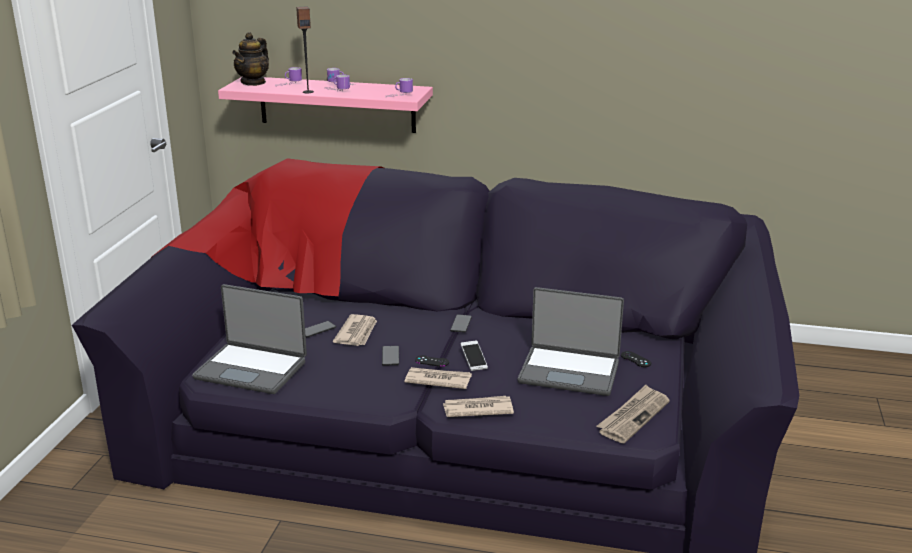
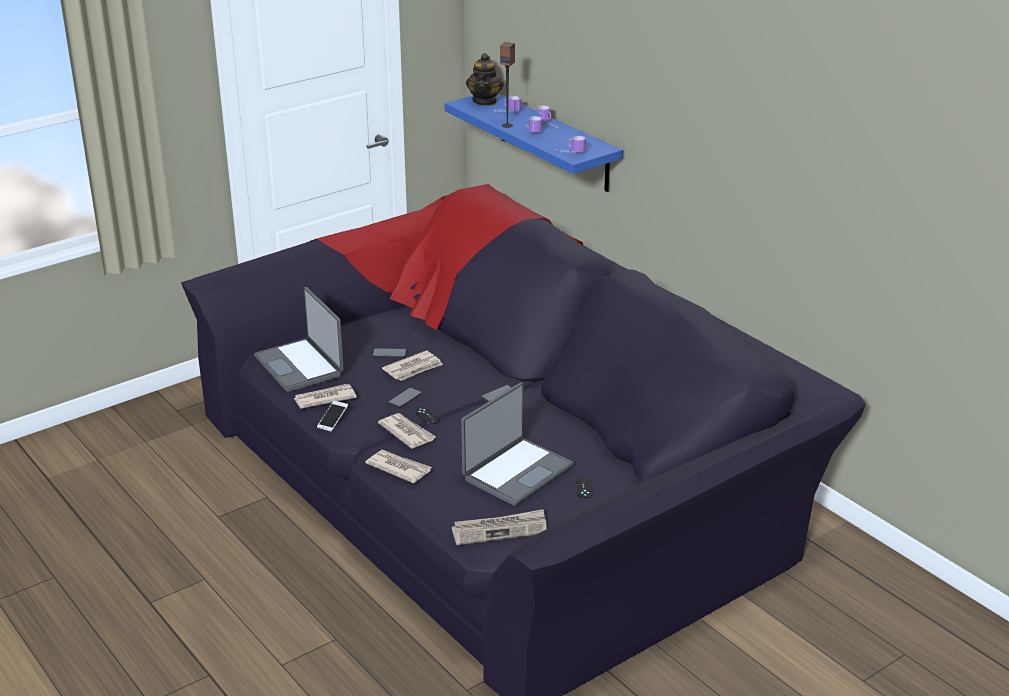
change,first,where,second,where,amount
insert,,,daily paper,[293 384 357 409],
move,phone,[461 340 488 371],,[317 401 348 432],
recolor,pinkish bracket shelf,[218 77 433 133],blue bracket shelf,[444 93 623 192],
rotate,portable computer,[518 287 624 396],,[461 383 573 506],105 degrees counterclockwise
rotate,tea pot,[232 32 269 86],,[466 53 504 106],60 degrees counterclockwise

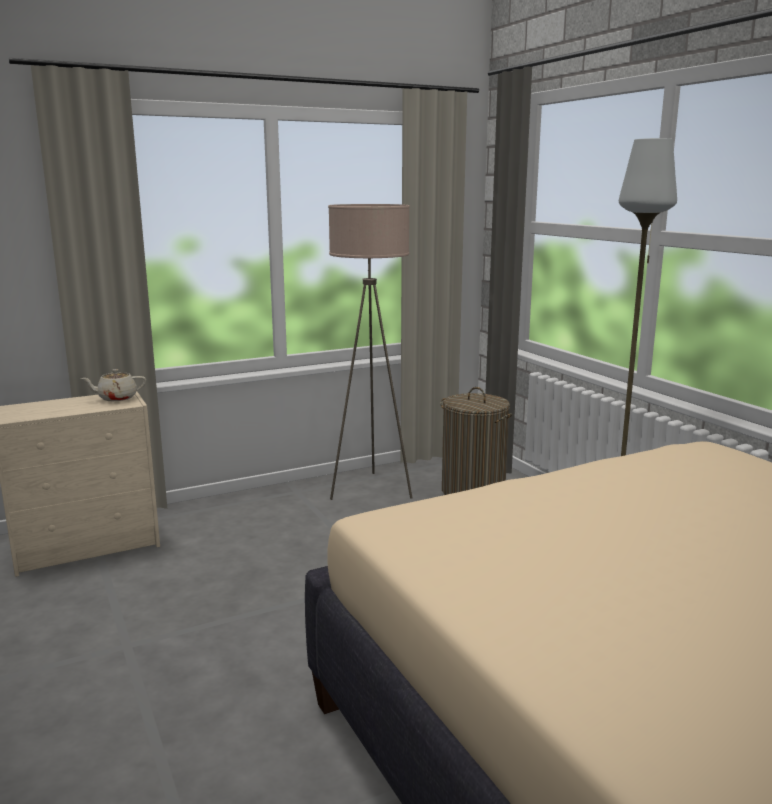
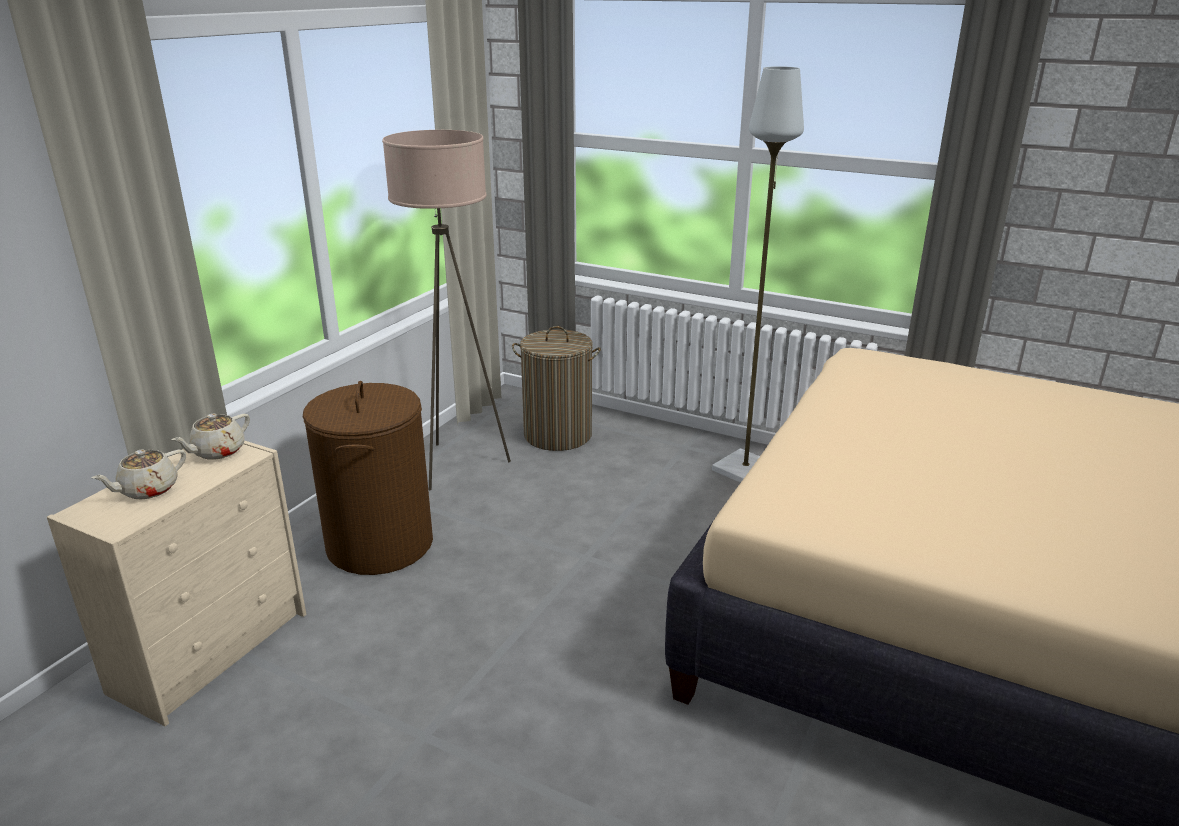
change,first,where,second,where,amount
insert,,,beige tea pot,[92 450 186 500],
insert,,,brownish washing basket,[303 381 433 575],

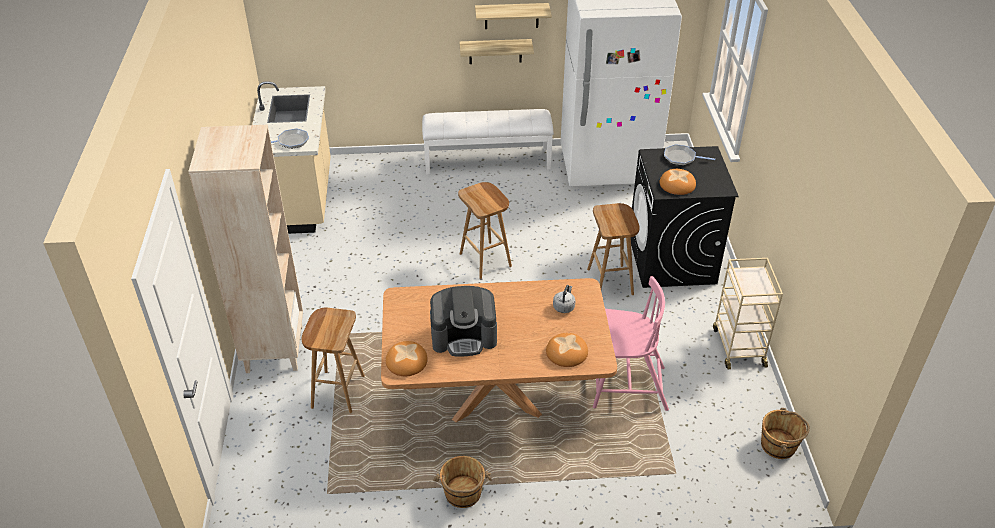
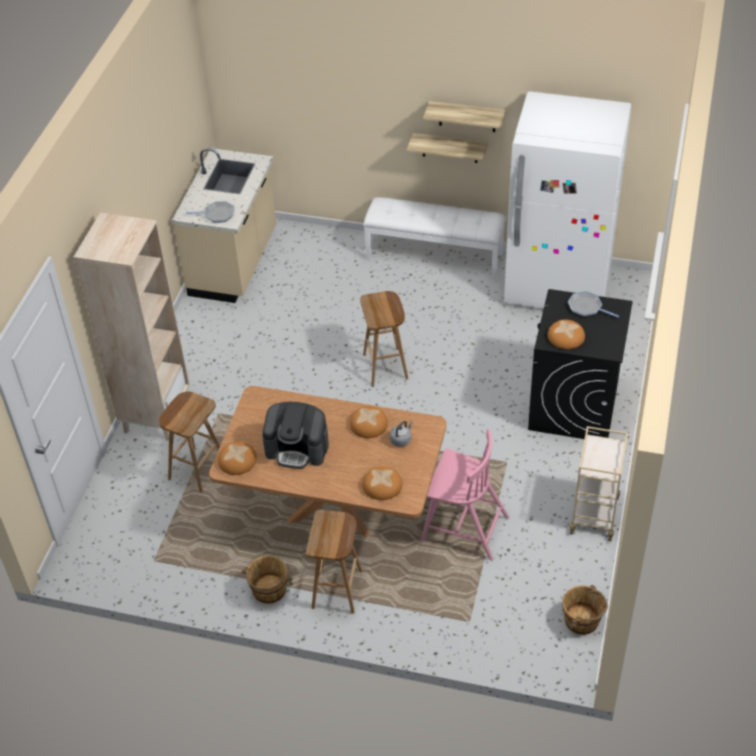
change,first,where,second,where,amount
move,brownish stool,[587 203 640 295],,[305 510 363 614],
insert,,,baked bread,[350 406 388 438],

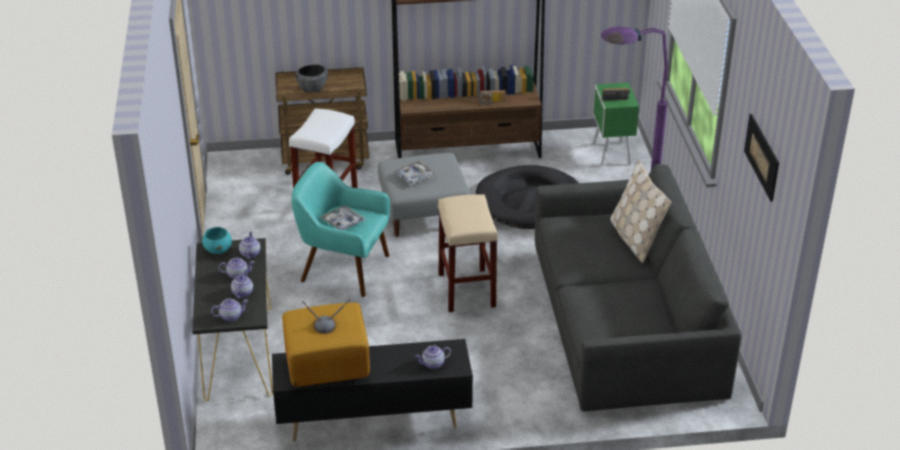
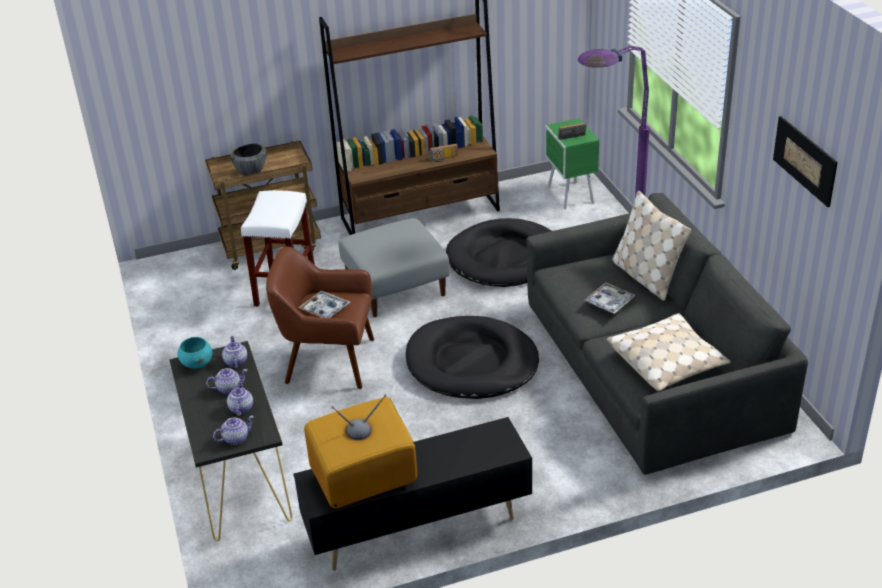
change,first,where,second,where,amount
recolor,turquoise-coloured armchair,[291 162 390 297],brownish armchair,[266 247 374 389],
replace,beige stool,[438 194 498 312],black-coloured pet bed,[406 316 539 399],
move,serving tray,[394 161 436 185],,[584 282 635 314],
insert,,,beige pillow,[607 313 731 391],
delete,tea pot,[415 345 451 369],,,

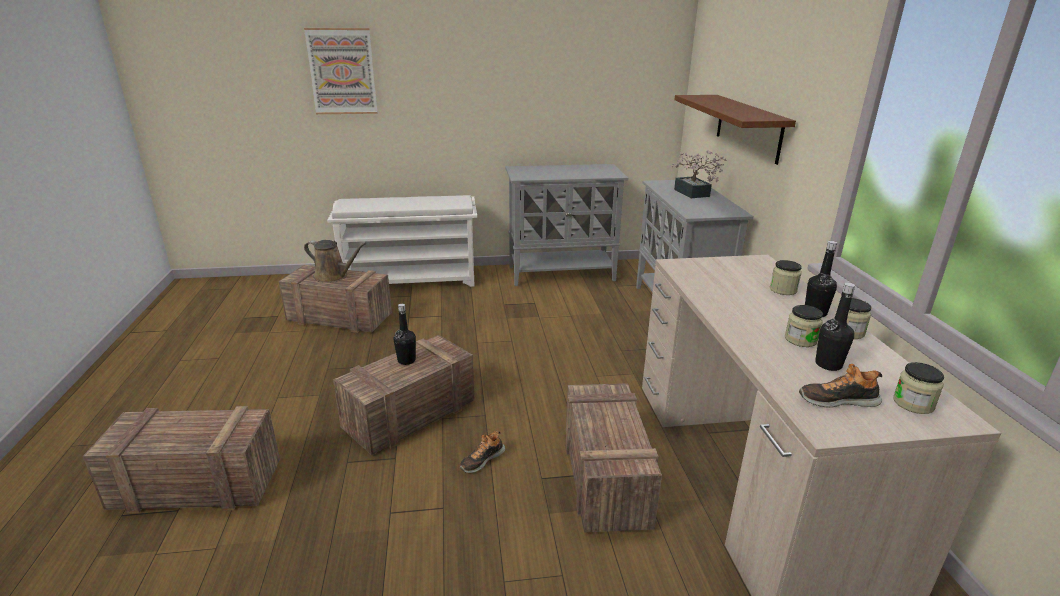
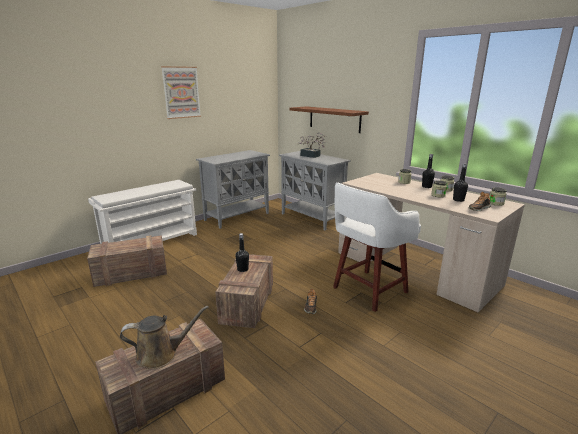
change,first,where,second,where,amount
move,brownish sprinkling can,[304 240 366 283],,[120 306 209 369],
move,wall art,[304 28 378 114],,[161 66 201 119],
replace,crate,[565 383 662 533],white stool,[333 182 421 312],

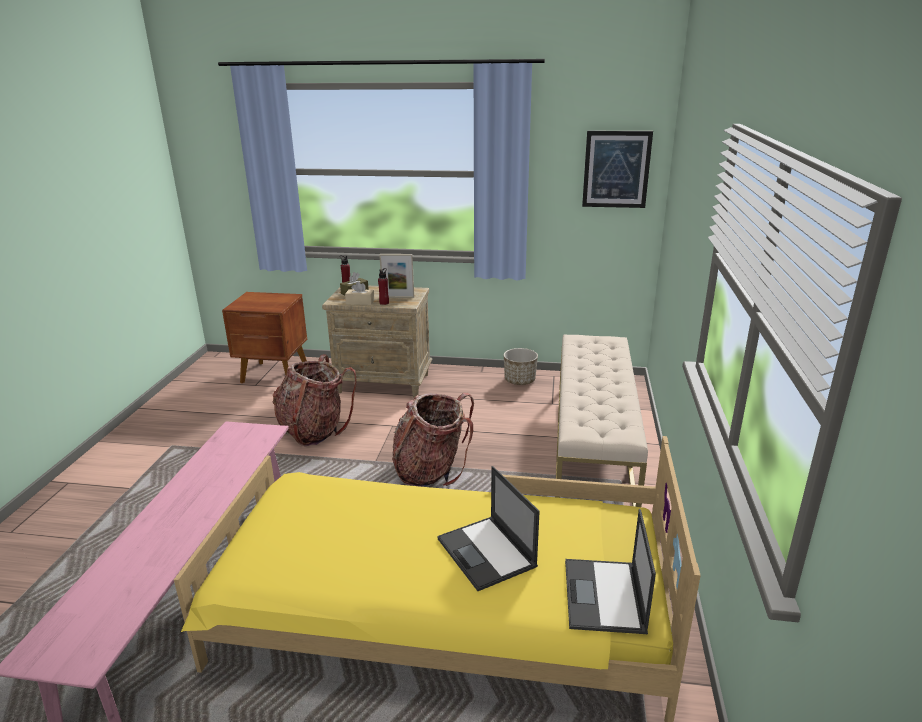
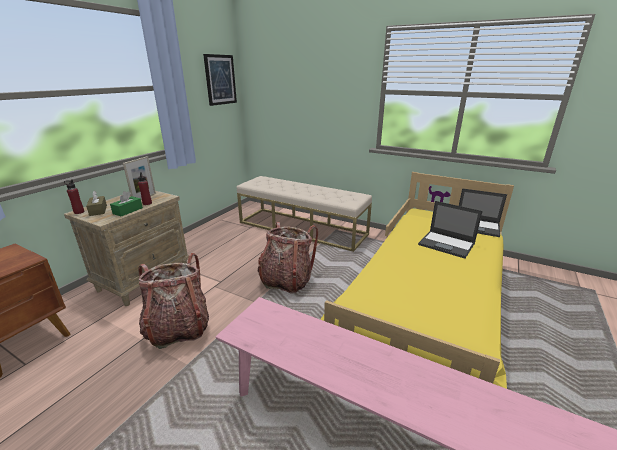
change,first,where,second,where,amount
recolor,beige tissue holder,[345 281 375 305],green-coloured tissue holder,[110 191 143 217],
rotate,portable computer,[437 466 540 591],,[418 201 483 259],45 degrees clockwise
delete,flower pot,[504 348 538 385],,,

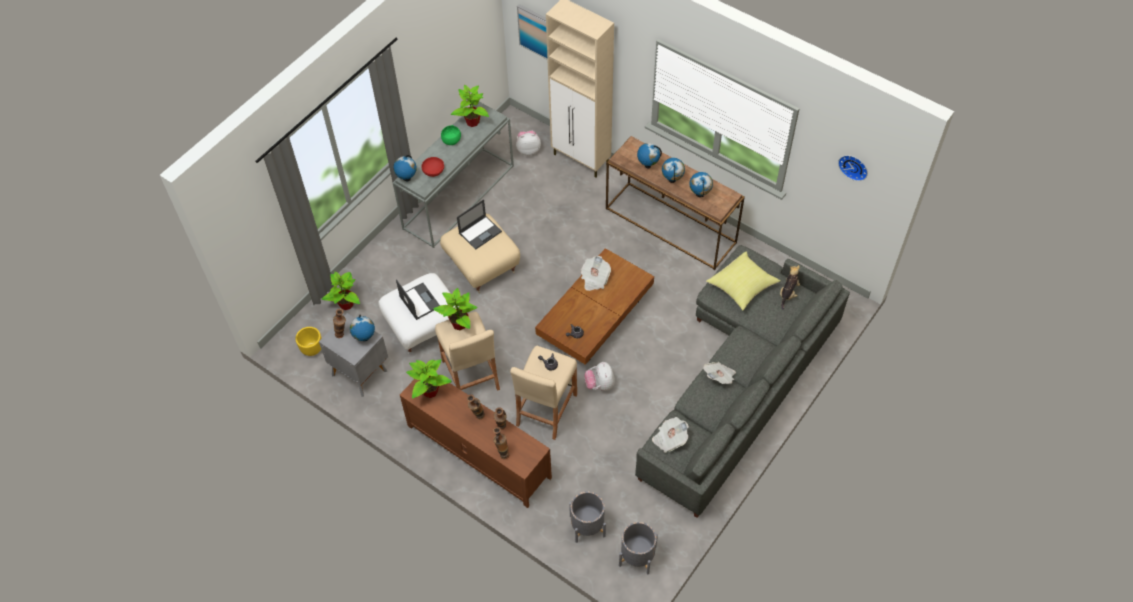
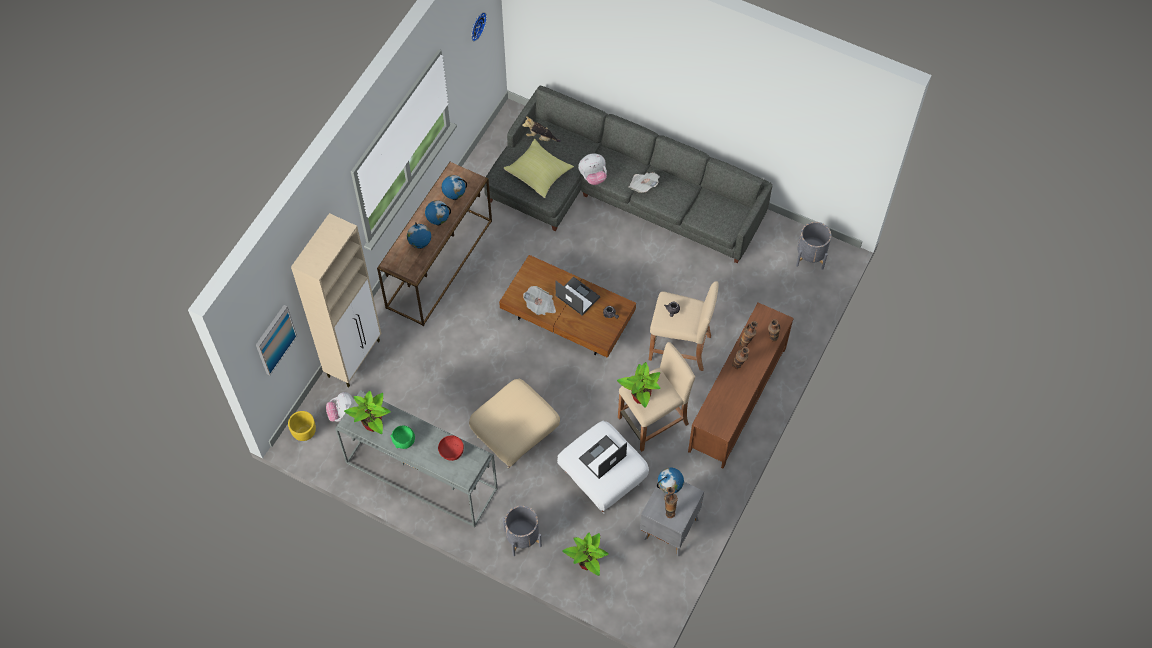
change,first,where,second,where,amount
move,yellowish flower pot,[295 327 322 356],,[288 411 316 441],
move,gray flower pot,[569 491 606 543],,[503 506 542 556],
move,portable computer,[457 199 502 250],,[555 277 601 315],
move,plush toy,[584 362 615 391],,[578 154 607 185],
delete,world globe,[393 155 417 181],,,
delete,plant in a pot,[406 359 452 398],,,
delete,daily paper,[652 417 689 453],,,

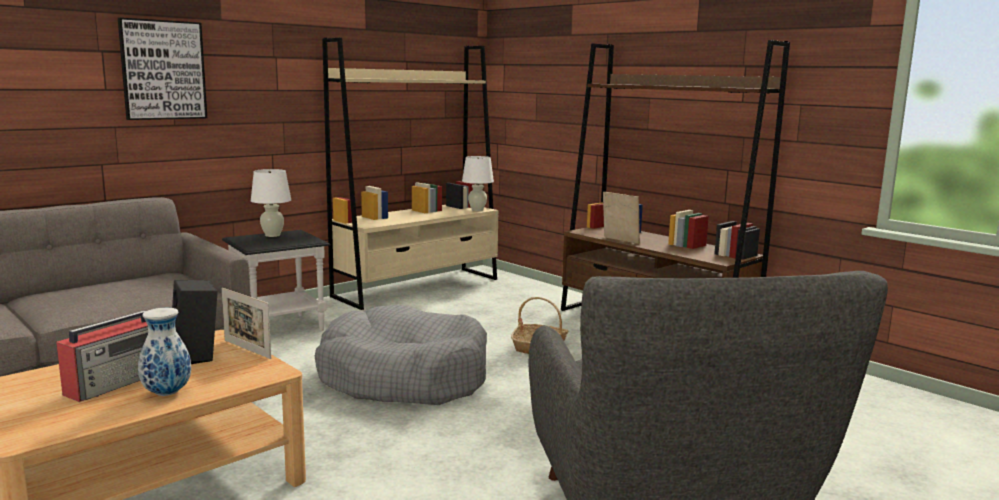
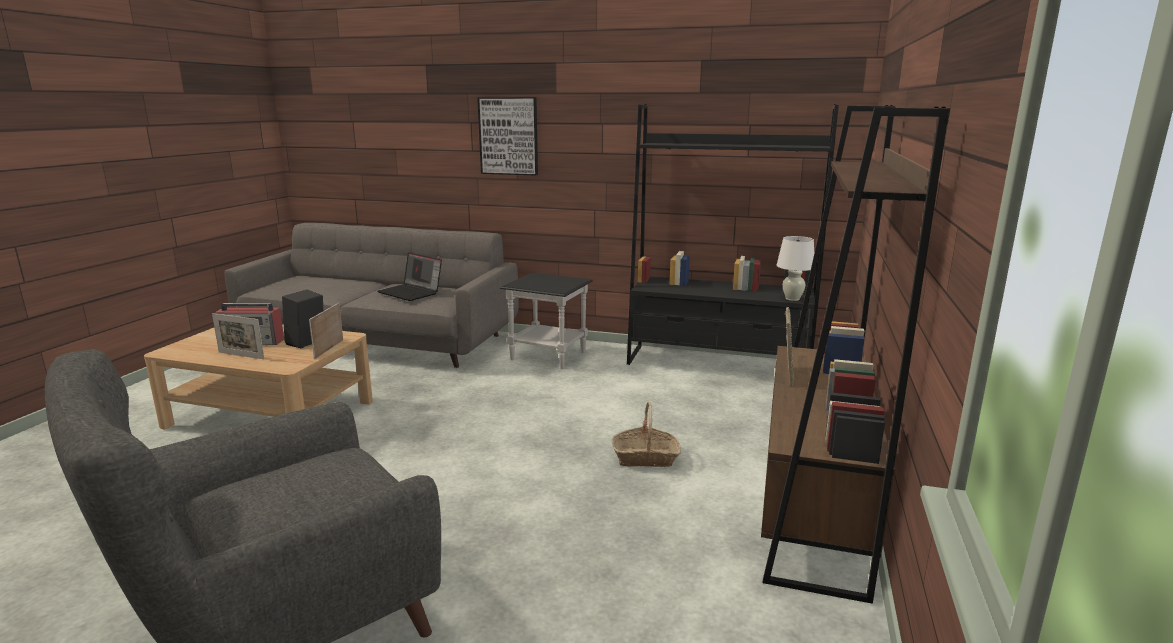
change,first,where,second,where,amount
replace,flower vase,[138 308 191 396],standing frame,[212 313 264 359],
insert,,,portable computer,[377 252 442 301],
recolor,beige bookcase,[322 38 499 310],black-coloured bookcase,[627 104 839 365],
delete,white tabletop lamp,[251 169 291 237],,,
delete,gray pet bed,[315 305 487 405],,,

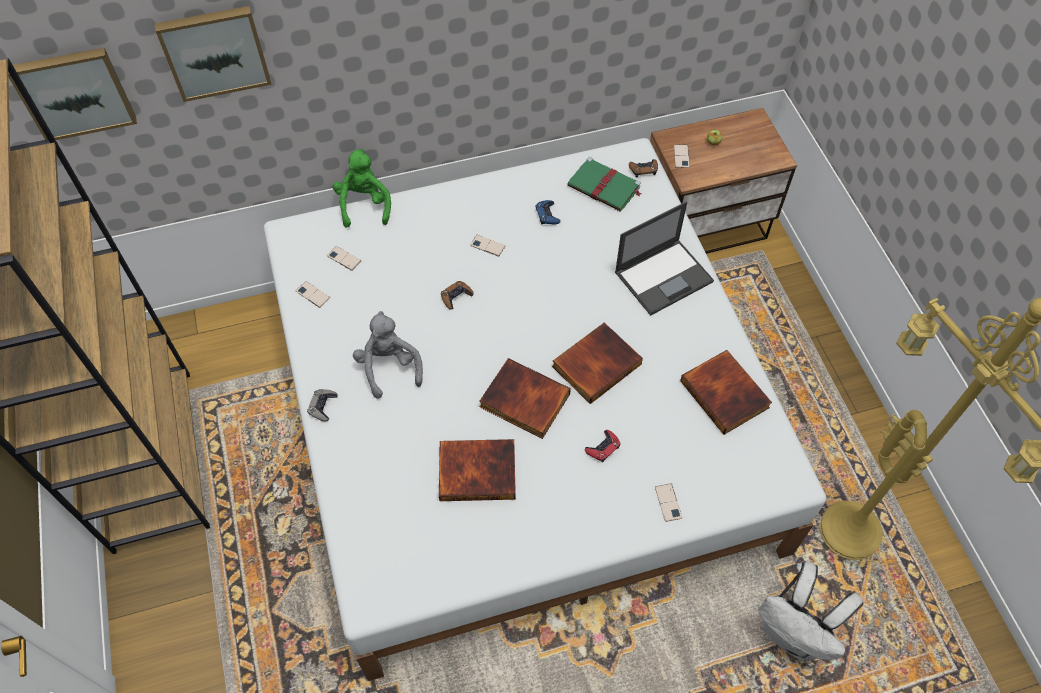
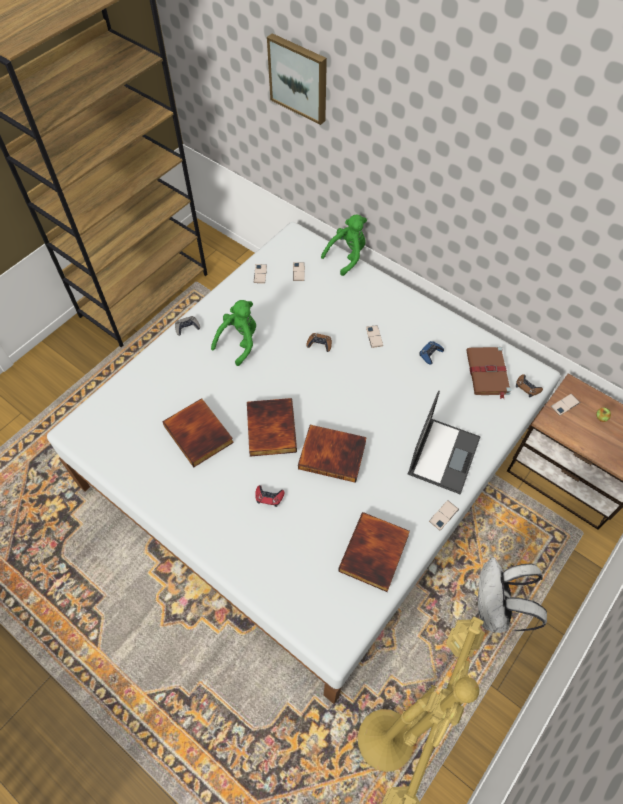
change,first,where,second,where,amount
recolor,gray plush toy,[353 311 423 399],green-coloured plush toy,[211 300 256 366],
rotate,portable computer,[615 201 714 316],,[408 391 481 495],90 degrees counterclockwise
move,phone,[655 483 682 522],,[429 501 459 530],
recolor,green-coloured volume,[567 157 641 212],brownish volume,[466 347 511 399],
move,white rucksack,[759 561 863 661],,[478 557 547 633],
delete,wall art,[8 48 137 140],,,

